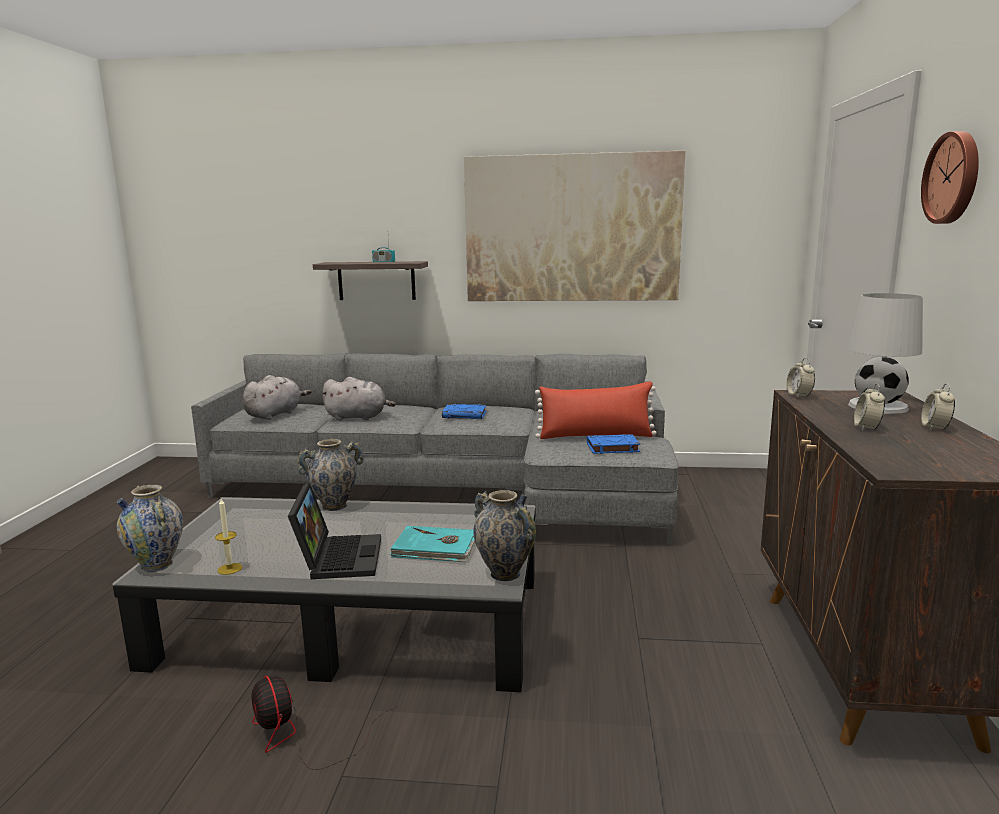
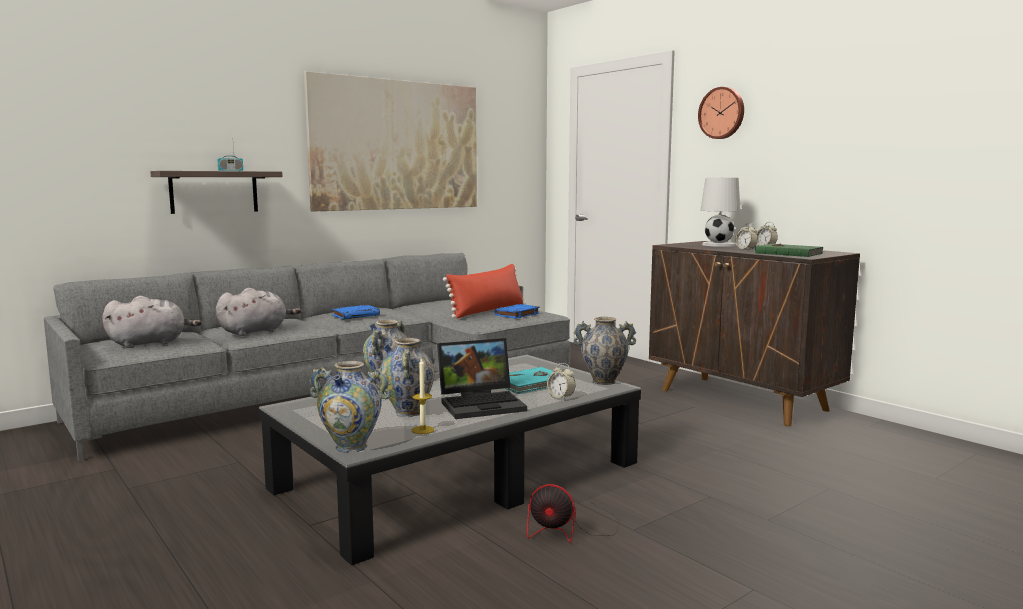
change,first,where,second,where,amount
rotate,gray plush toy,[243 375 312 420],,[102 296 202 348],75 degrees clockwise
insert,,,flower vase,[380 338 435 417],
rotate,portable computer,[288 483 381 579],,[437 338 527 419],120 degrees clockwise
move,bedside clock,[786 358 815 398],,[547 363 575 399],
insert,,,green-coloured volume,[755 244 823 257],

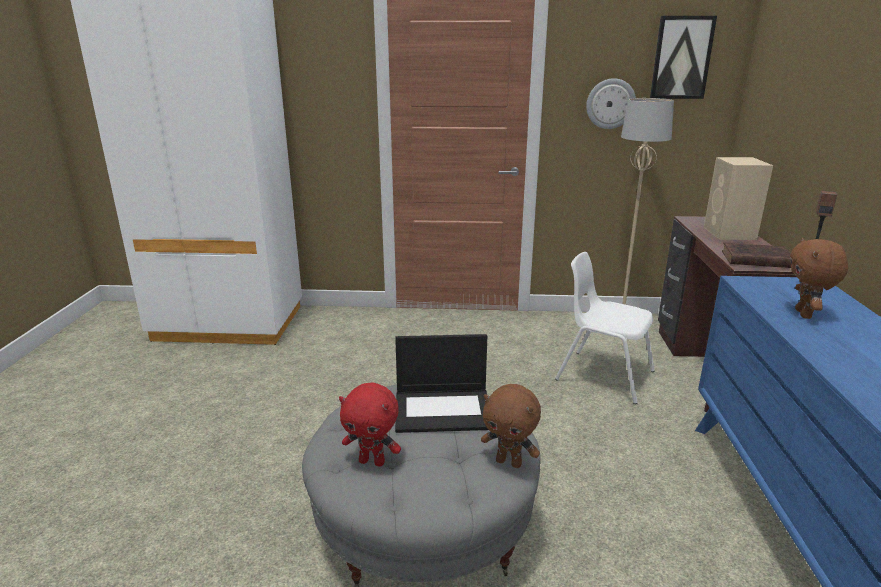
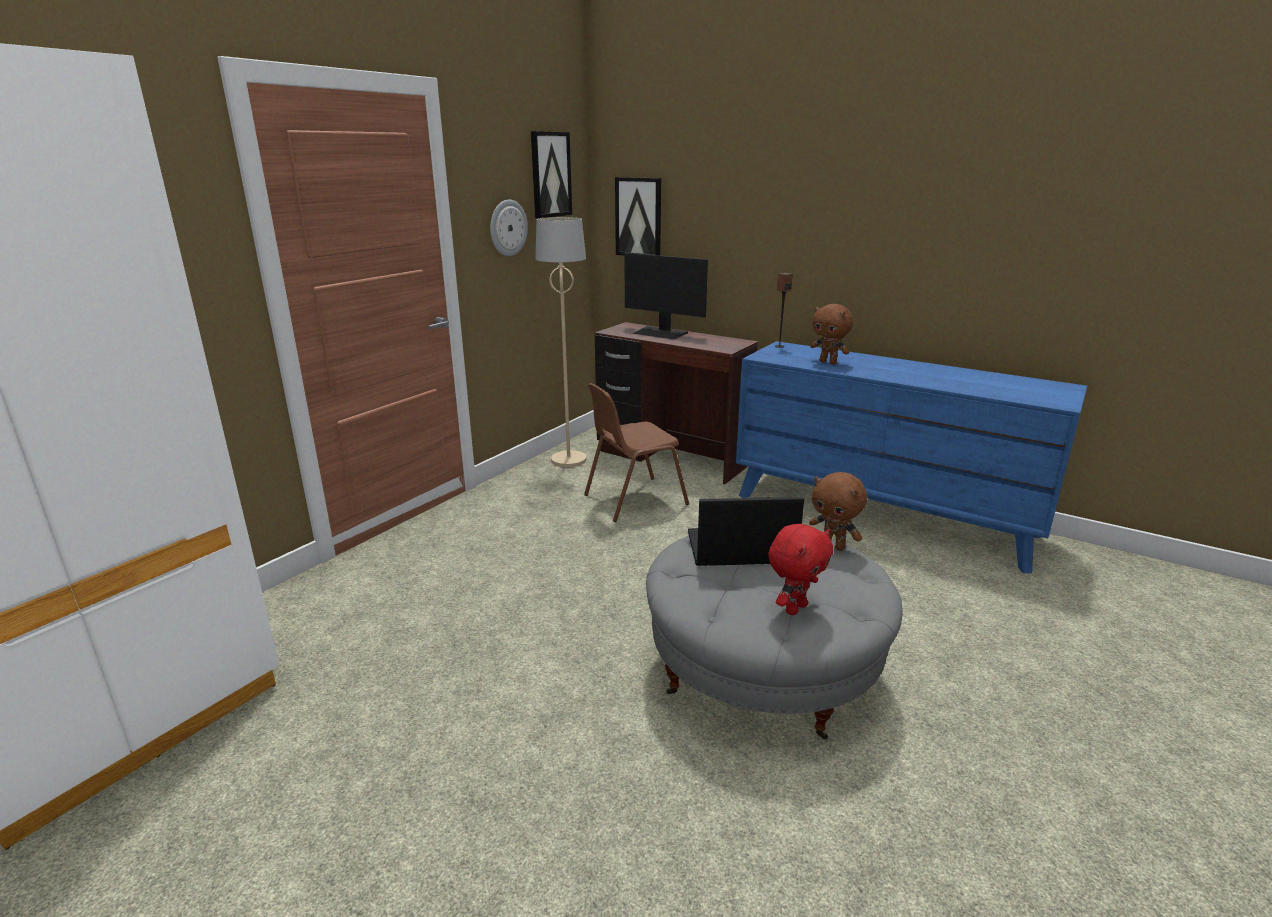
change,first,where,second,where,amount
recolor,white plain chair,[555 252 655 404],brownish plain chair,[584 383 689 522],
insert,,,wall art,[615 177 661 256],
replace,beige loudspeaker,[704 157 773 240],monitor,[624 253 708 339],
rotate,portable computer,[395 334 488 433],,[688 497 804 566],120 degrees counterclockwise
rotate,brownish plush toy,[481 384 541 468],,[809 472 867 551],75 degrees clockwise
delete,brownish volume,[722 243 791 268],,,

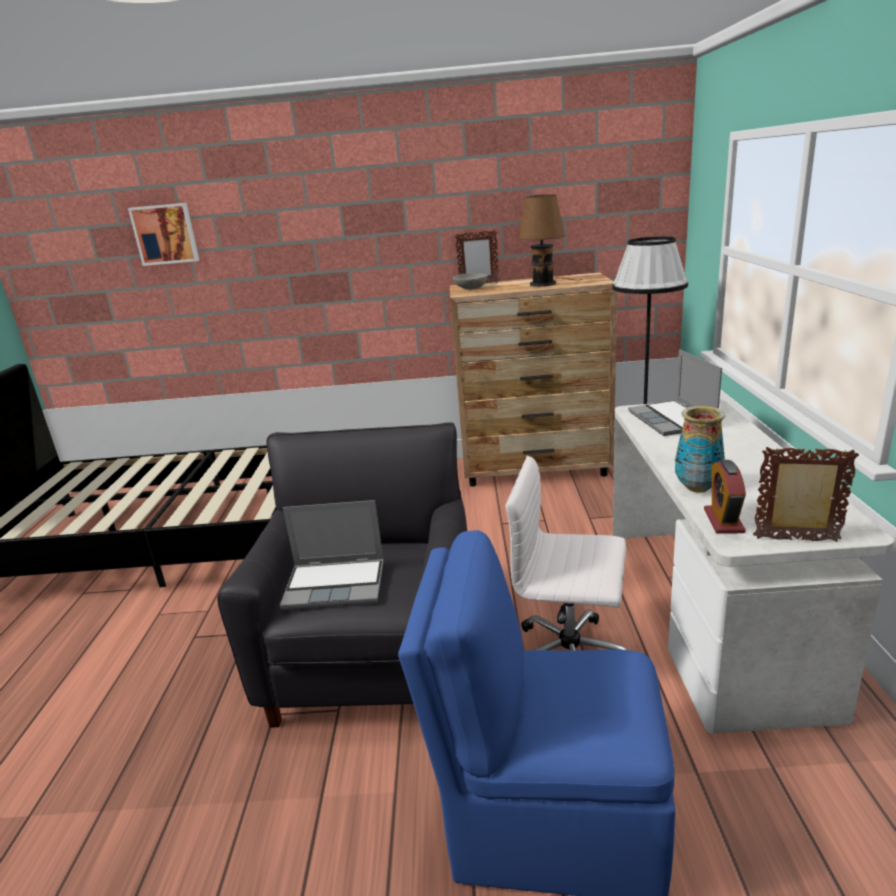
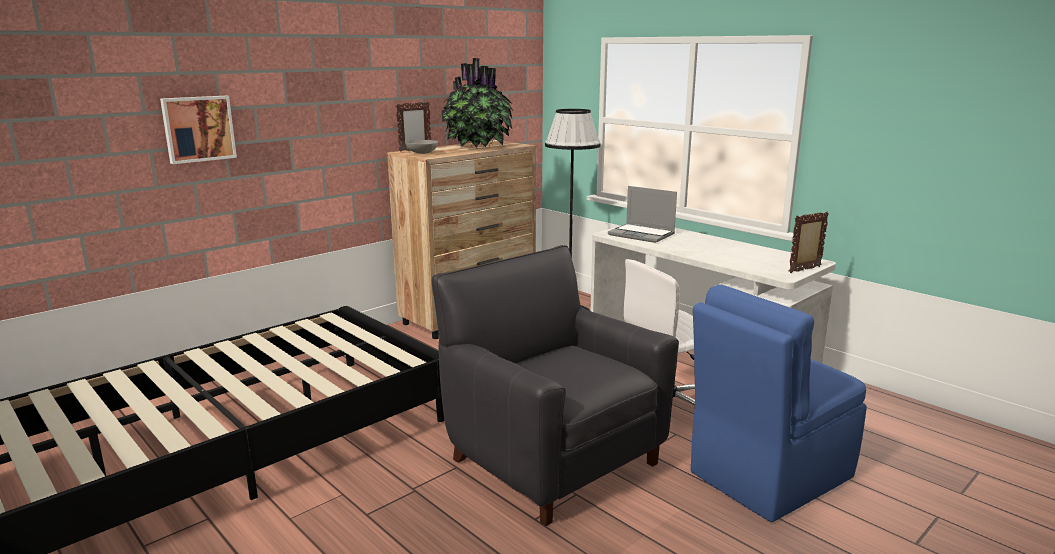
change,first,where,second,where,amount
move,wall art,[128 203 199 266],,[160 96 237 164],
replace,brownish tabletop lamp,[519 194 582 287],plant in a pot,[442 58 513 148],
delete,portable computer,[280 500 384 610],,,
delete,flower vase,[675 406 725 493],,,
delete,bedside clock,[704 460 746 534],,,

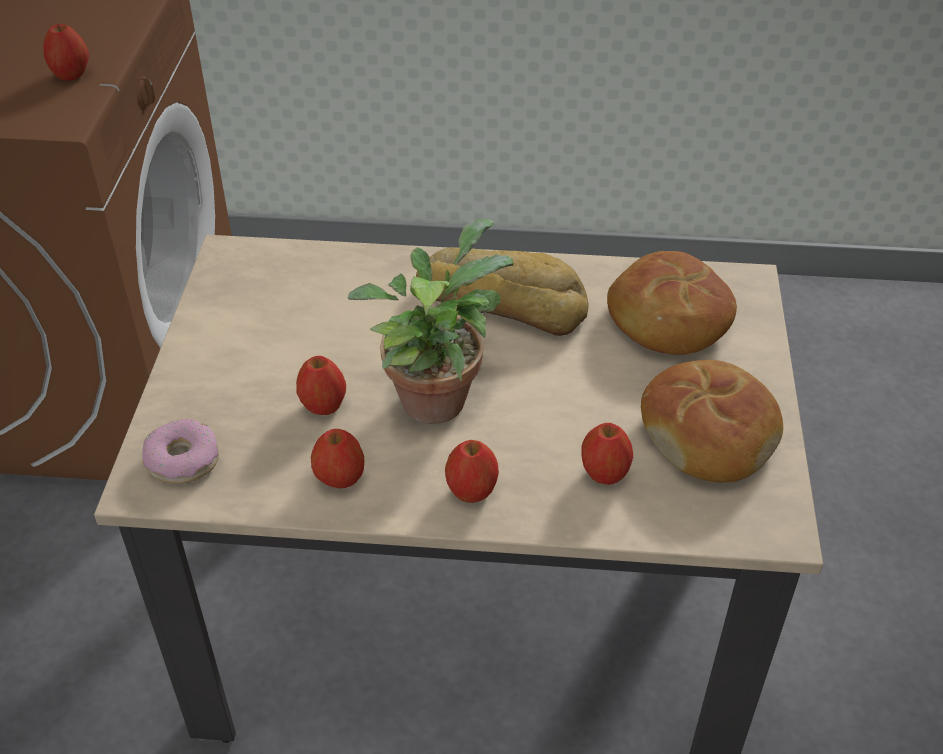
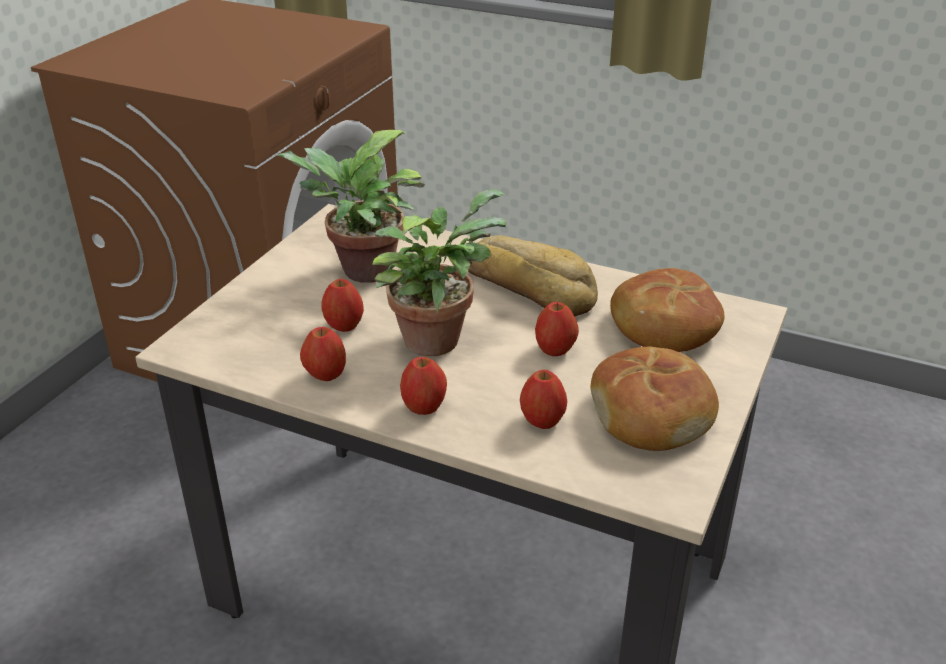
change,first,where,second,where,amount
insert,,,plant in a pot,[276 130 425 283],
move,whole apple,[43 24 89 81],,[535 302 579 356],
delete,doughnut,[142 419 219 484],,,

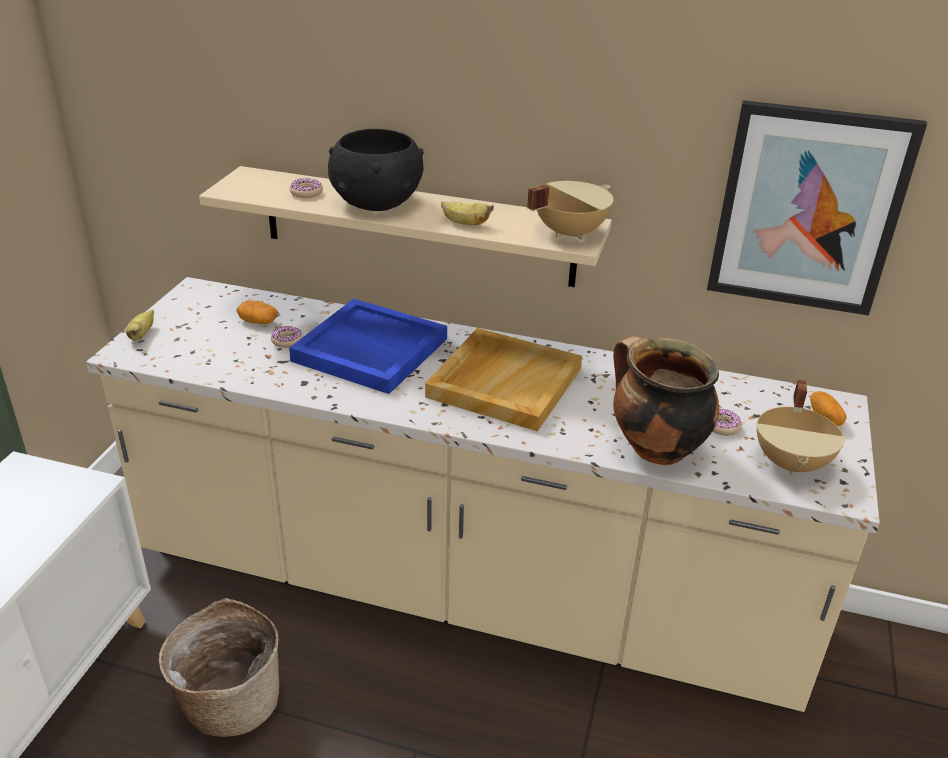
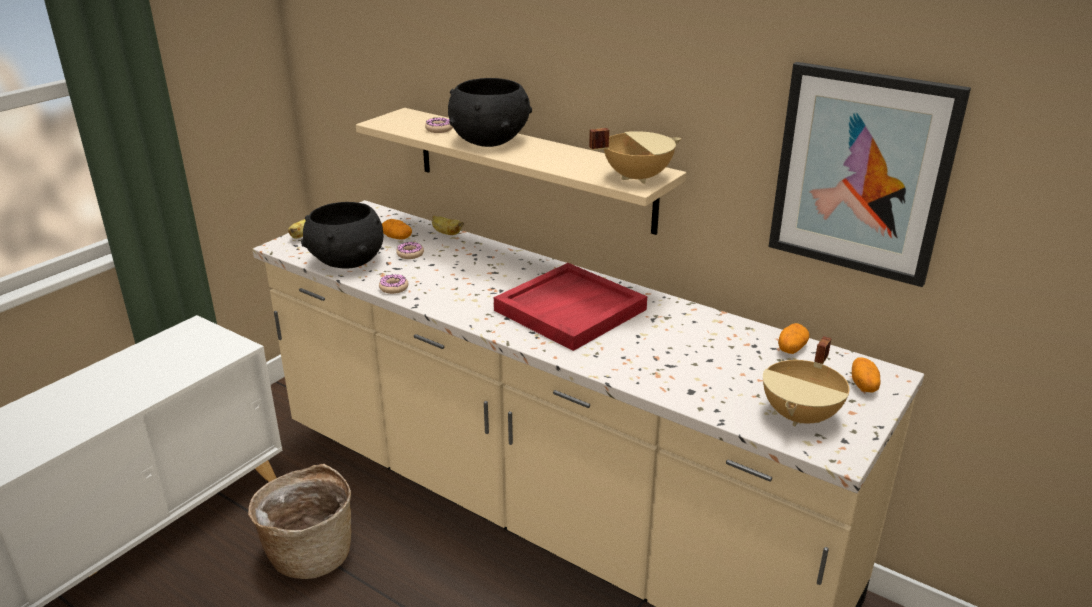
change,first,where,second,where,amount
insert,,,black-coloured serving bowl,[301 202 384 268],
move,doughnut,[713 409 742 436],,[379 274 408 294],
move,banana fruit,[441 201 494 225],,[432 215 464 235],
recolor,beige serving tray,[425 328 582 431],reddish serving tray,[494 263 647 351],
insert,,,whole potato,[778 323 810 354],
delete,blue serving tray,[289 299 447 394],,,
delete,saucepot,[613 336 719 465],,,

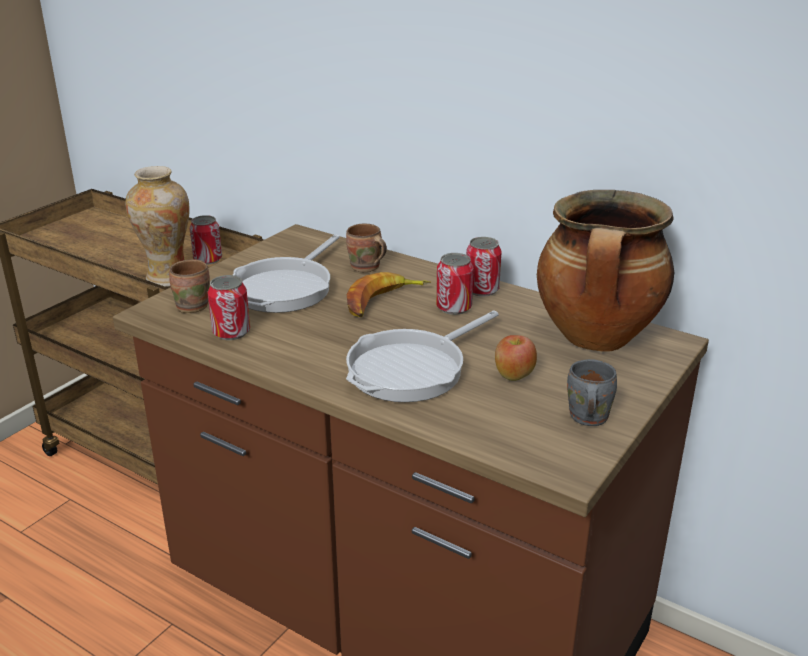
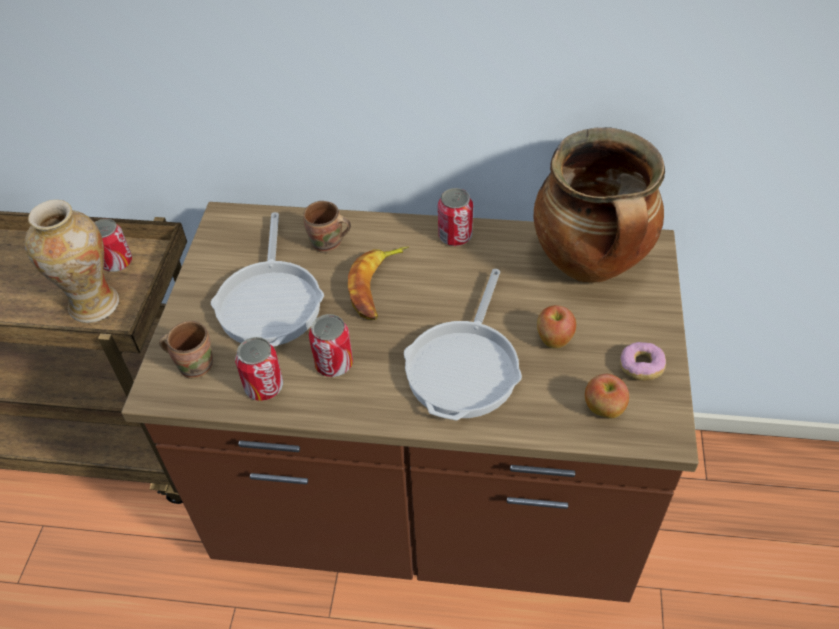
change,first,where,second,where,amount
move,can,[436 253 474 315],,[309 314 353 377],
insert,,,whole apple,[585 374 629 418],
replace,gray tea mug,[567 359 617 426],doughnut,[620 342 666 381],

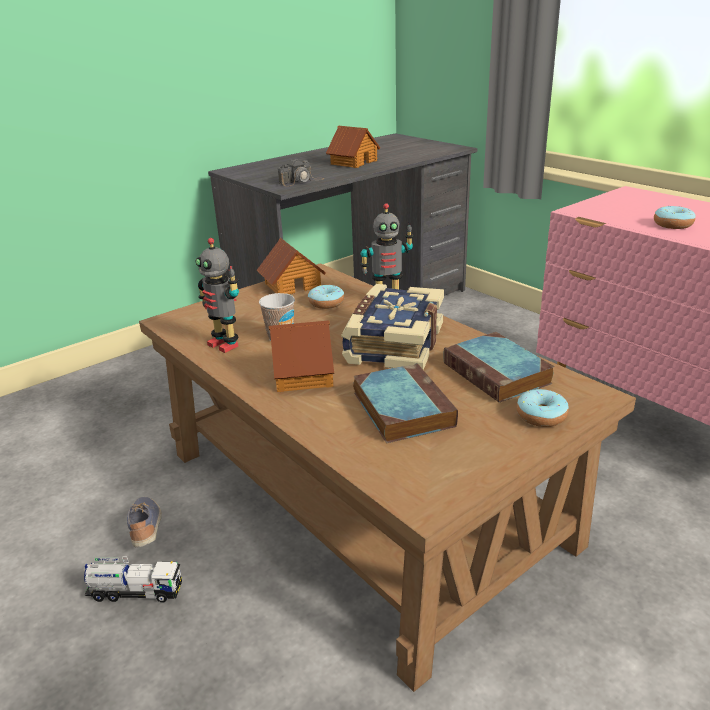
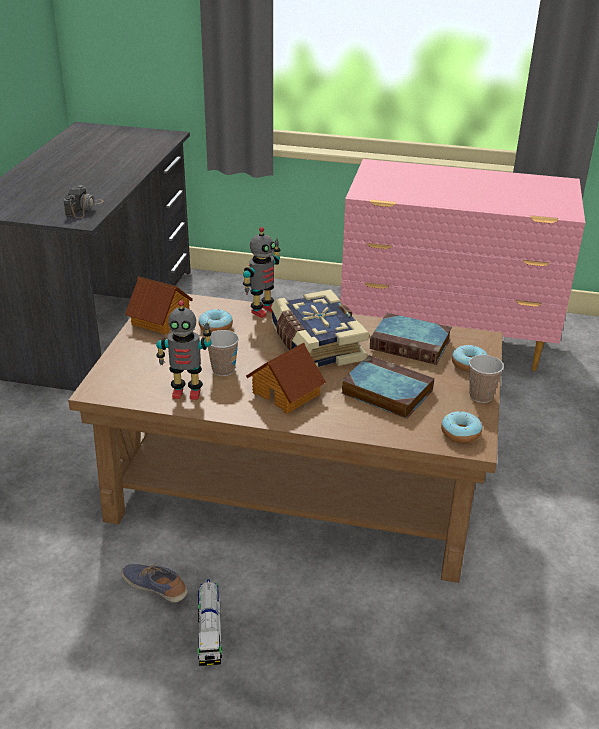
change,first,where,second,where,amount
rotate,model truck,[84 556 182 602],,[197 579 223 666],120 degrees clockwise
move,doughnut,[654 206 696 229],,[441 411 482 443],
insert,,,cup,[469 355 504 403],
delete,model house,[326 126 380 168],,,

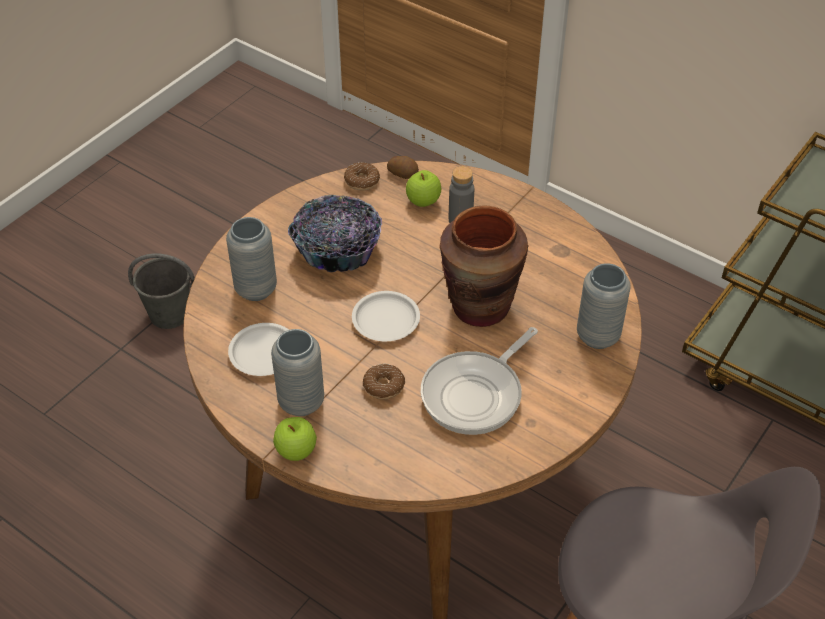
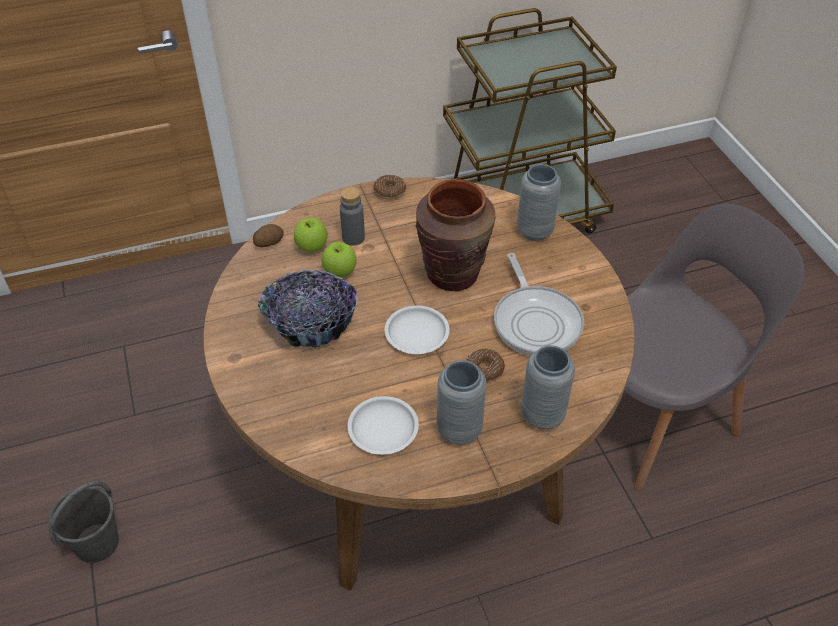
change,first,where,second,where,amount
move,whole apple,[273 417 317 461],,[321 242 356 277],
move,doughnut,[344 162 380 191],,[373 175 406 200],
move,gray flower vase,[226 217 277 301],,[521 345 575 429],

